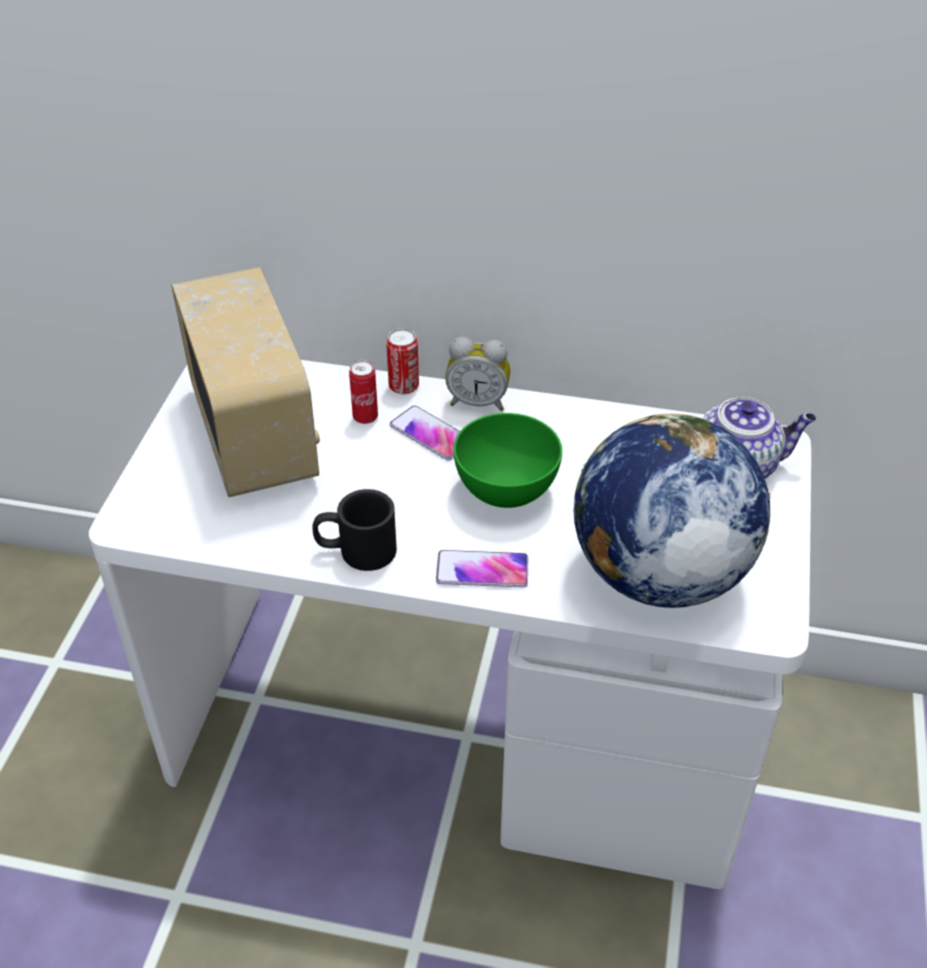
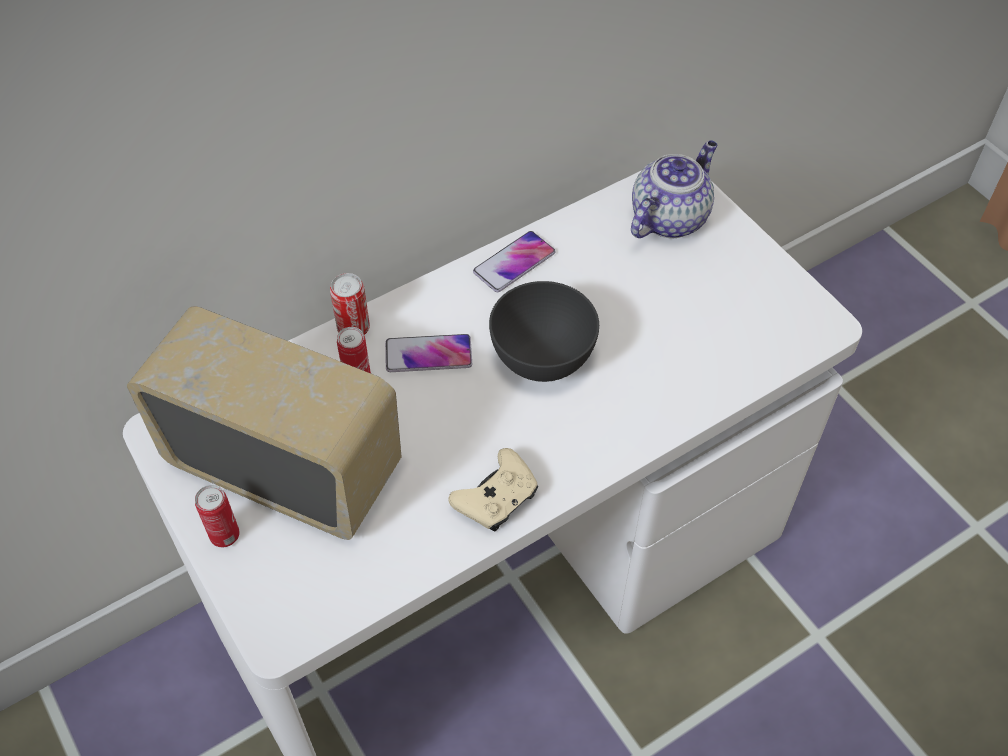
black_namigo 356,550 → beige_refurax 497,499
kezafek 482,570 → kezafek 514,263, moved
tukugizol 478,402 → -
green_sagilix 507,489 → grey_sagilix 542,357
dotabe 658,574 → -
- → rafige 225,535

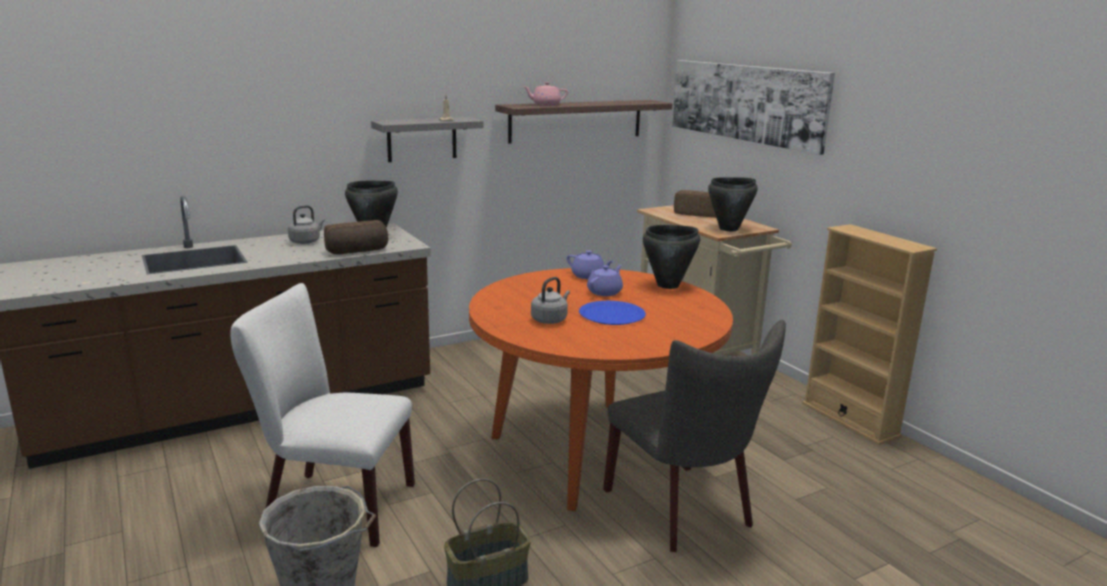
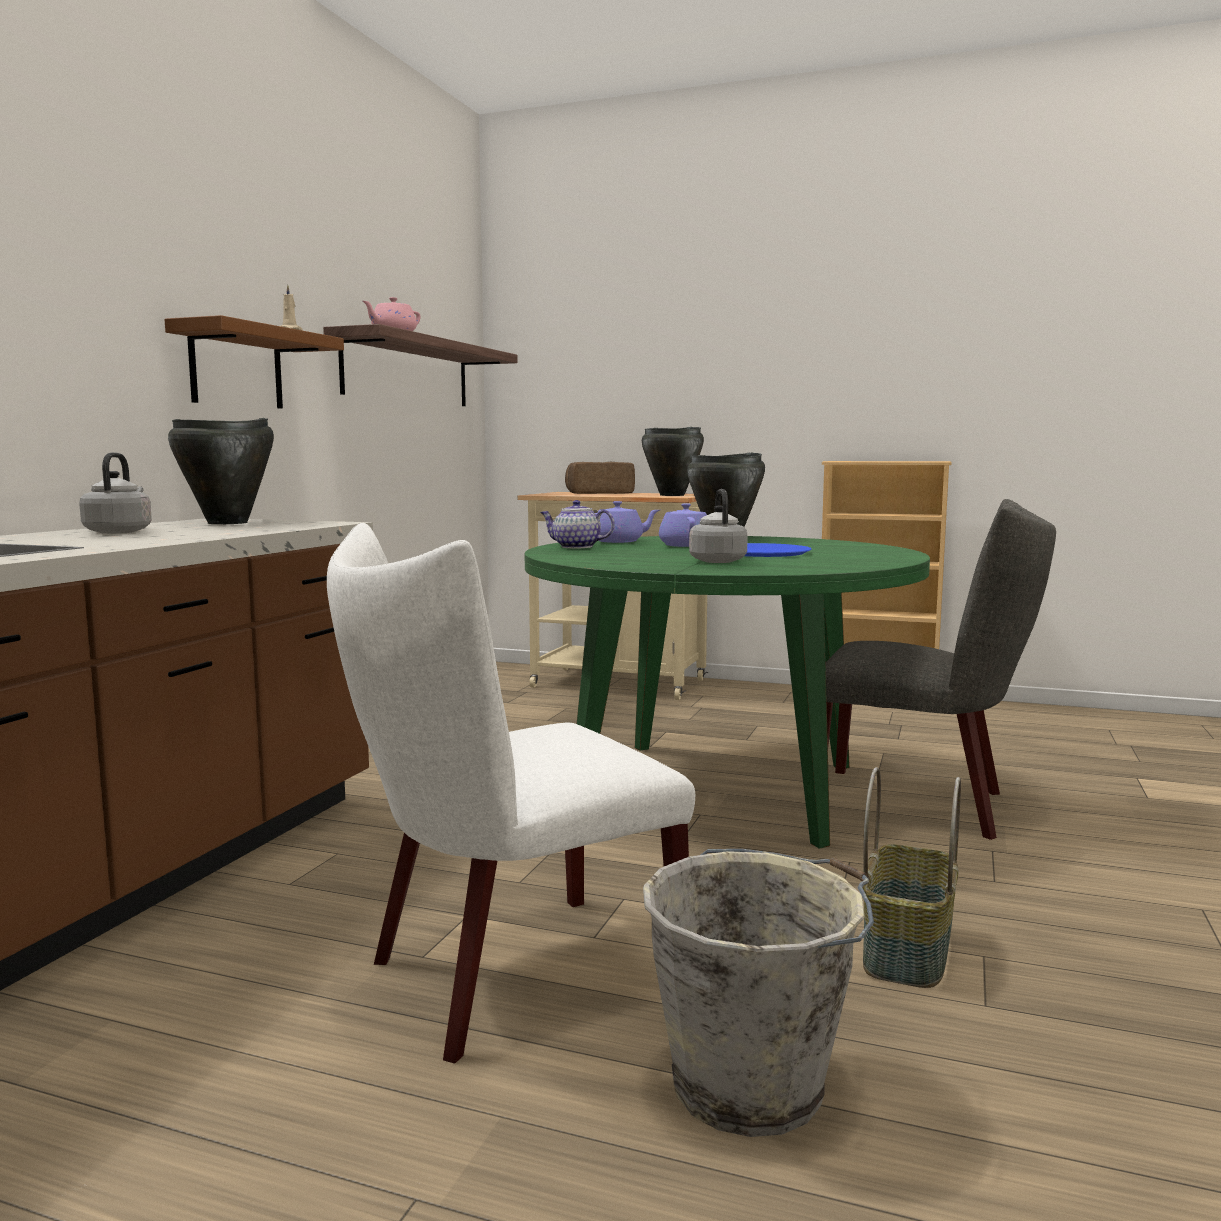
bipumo 357,251 → -
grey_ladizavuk 422,139 → brown_ladizavuk 236,368
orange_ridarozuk 593,451 → green_ridarozuk 718,790
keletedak 745,102 → -
- → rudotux 575,547

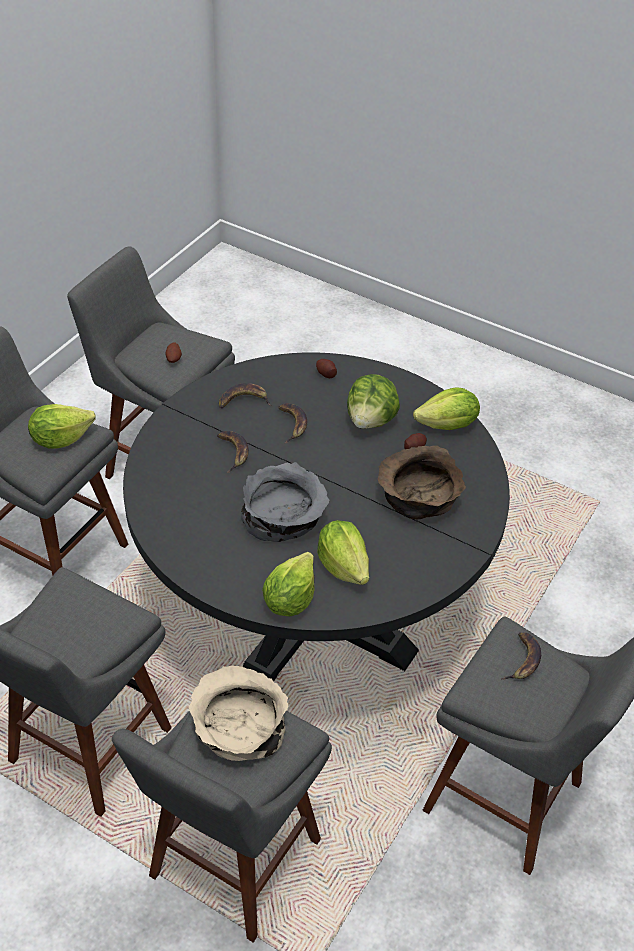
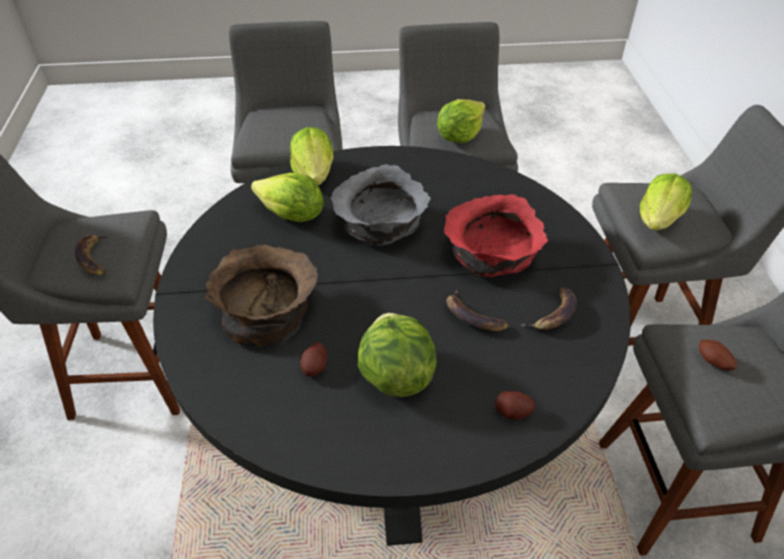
beige_sagilix 237,728 → -
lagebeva 233,452 → red_sagilix 491,255
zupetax 448,425 → zupetax 459,136, moved

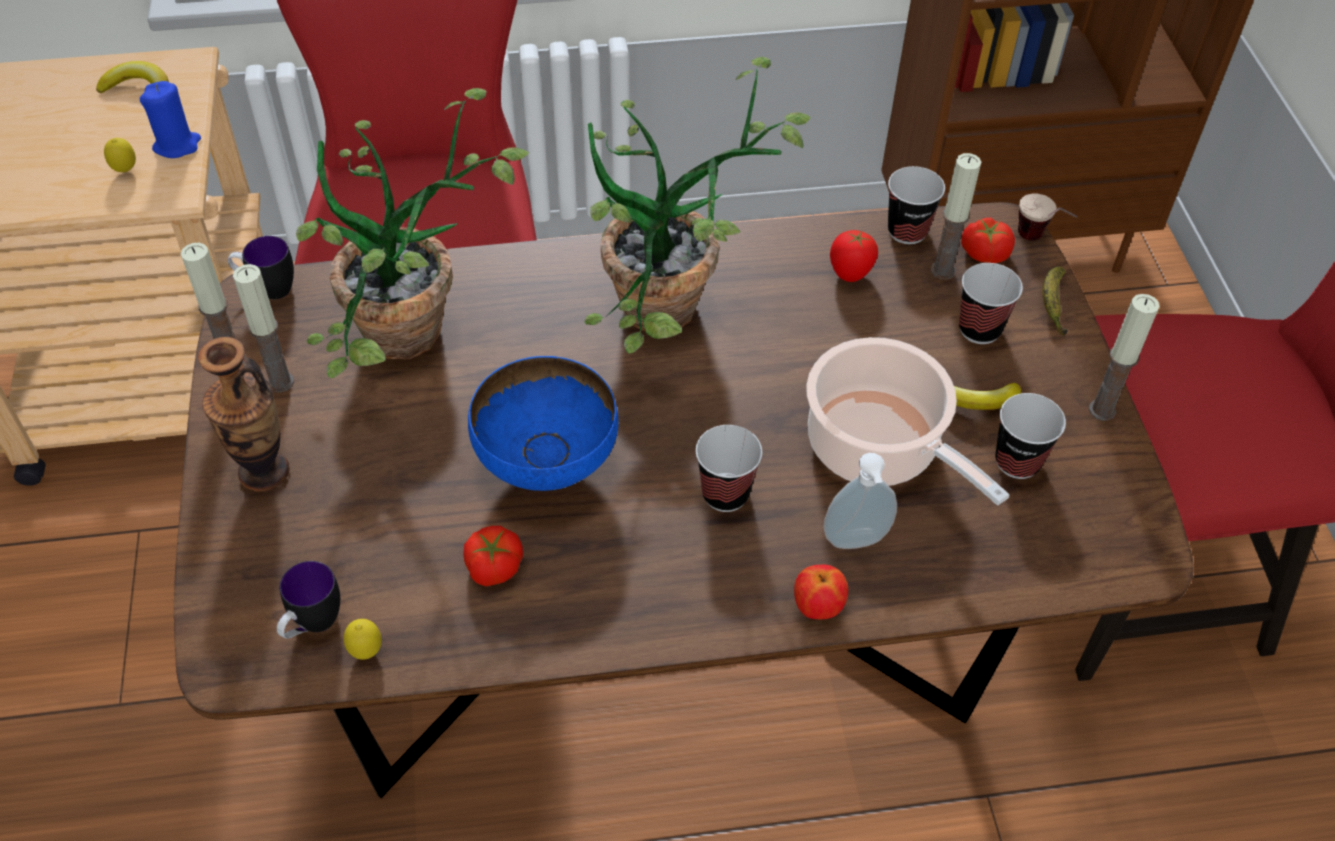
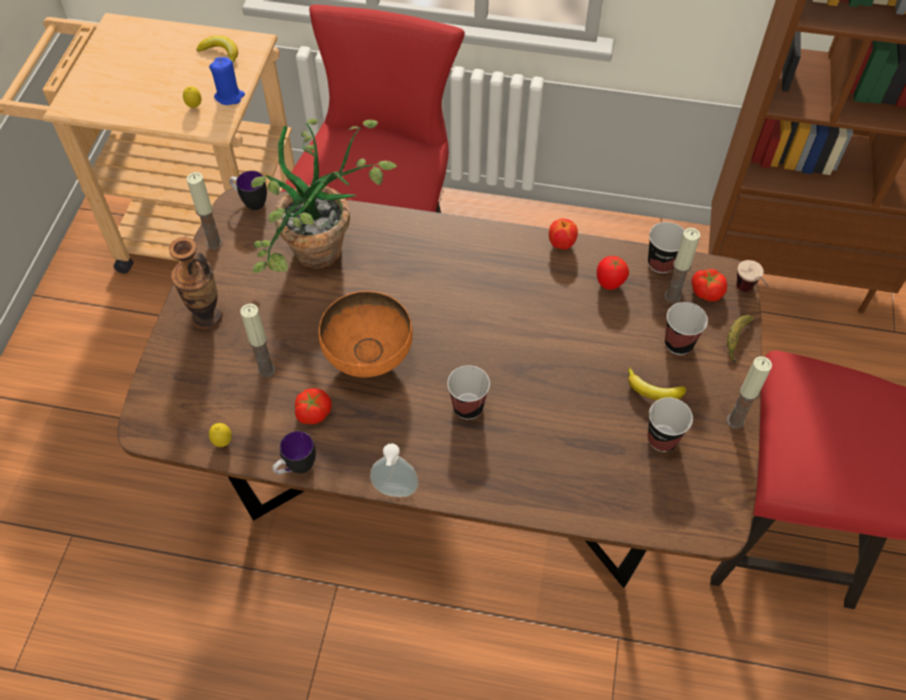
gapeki 280,382 → gapeki 266,370, moved
namigo 312,626 → namigo 296,468, moved
blue_sagilix 546,466 → orange_sagilix 368,359
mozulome 672,320 → -
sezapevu 817,608 → sezapevu 561,244, moved
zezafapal 878,449 → -
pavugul 856,543 → pavugul 395,492, moved

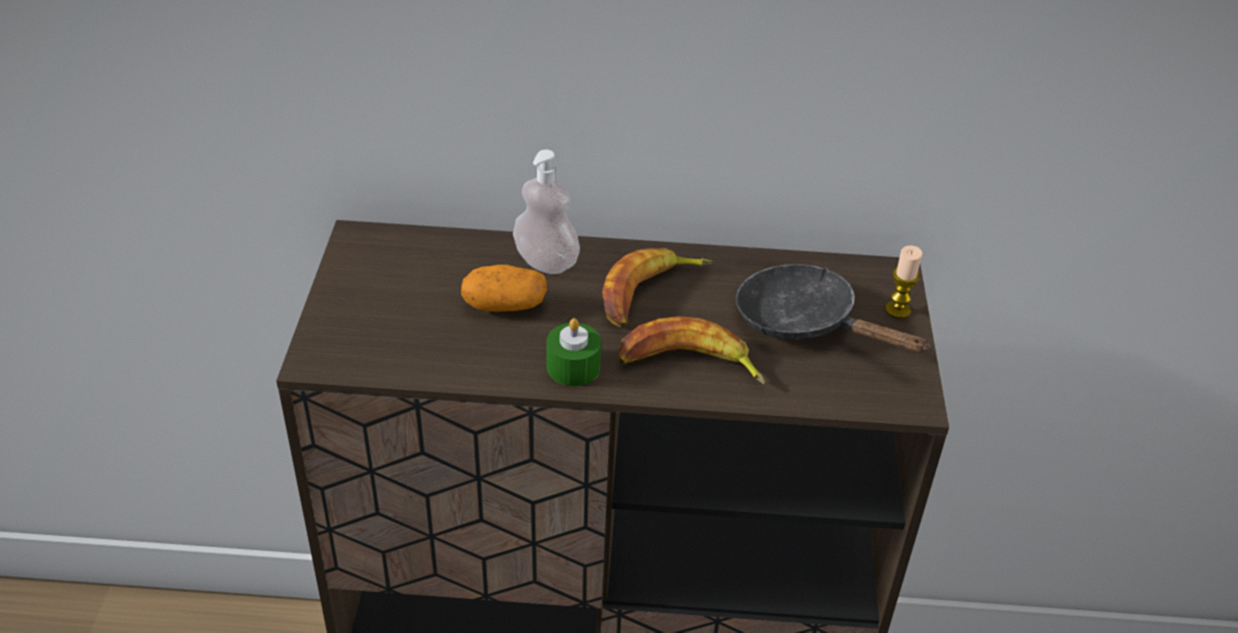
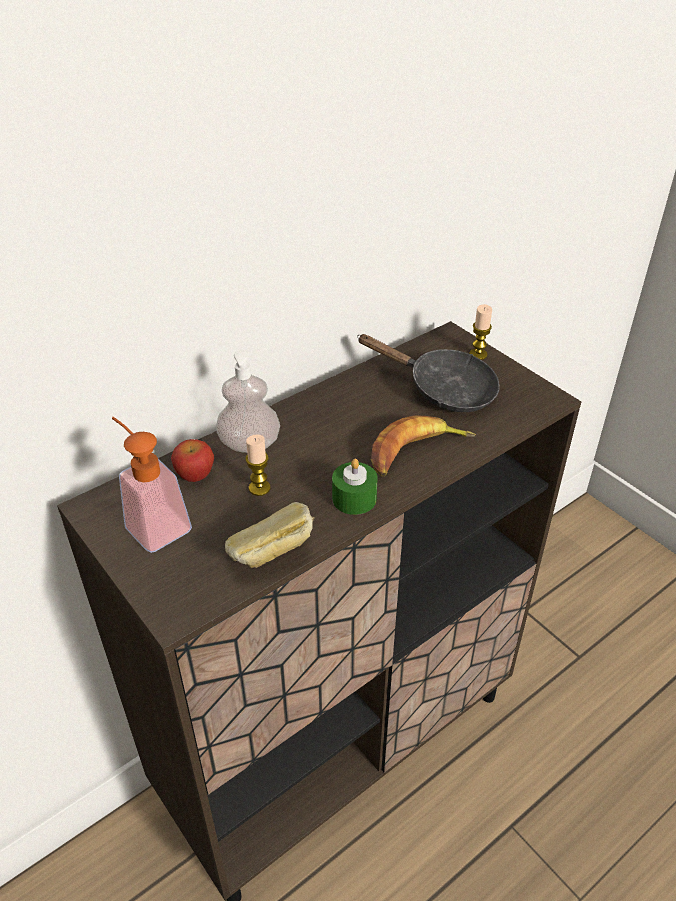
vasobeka 504,305 → gapeki 259,488
lagebeva 649,294 → -
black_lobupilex 805,322 → black_lobupilex 443,389, 150 degrees counterclockwise
- → pavugul 152,523
- → sezapevu 195,475
- → bipumo 272,557

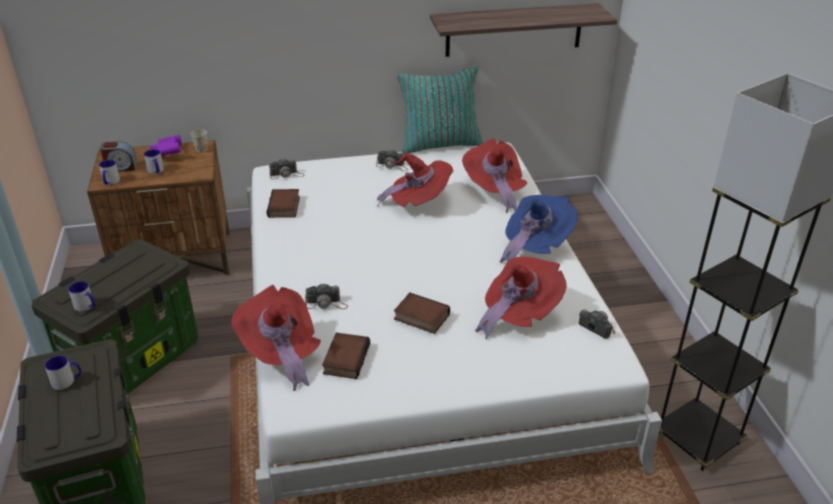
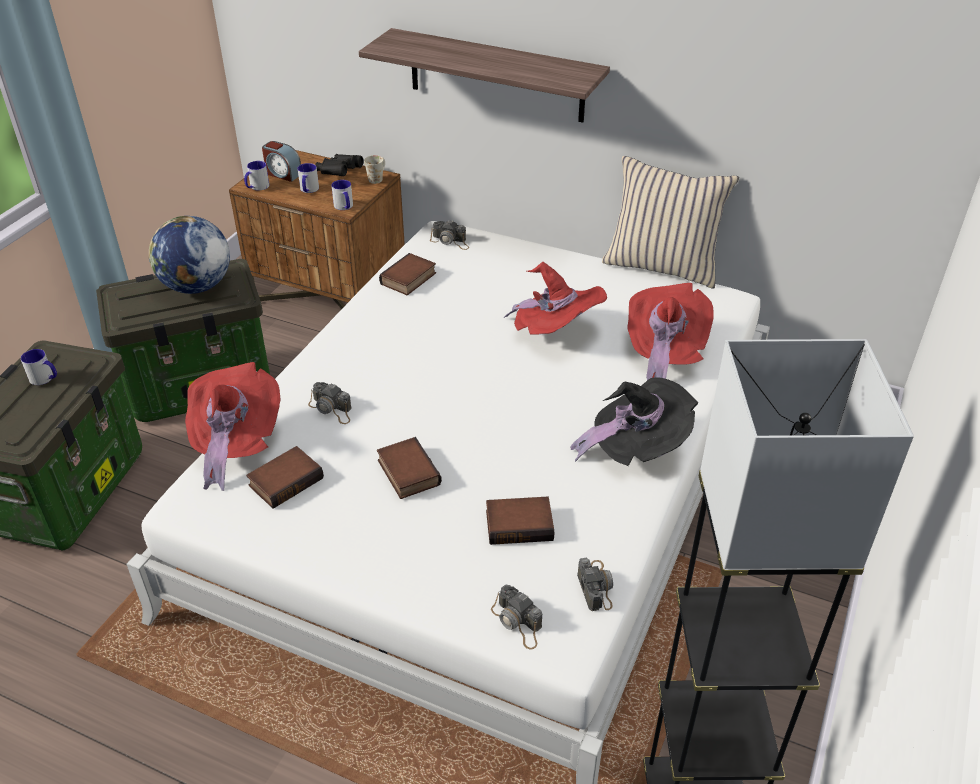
namigo 86,306 → namigo 344,207, moved
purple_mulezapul 167,153 → black_mulezapul 339,173
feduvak 392,166 → feduvak 518,622, moved
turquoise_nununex 439,144 → beige_nununex 662,266
ladizavuk 514,30 → ladizavuk 496,76, moved
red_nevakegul 518,314 → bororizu 520,524
blue_nevakegul 535,246 → black_nevakegul 636,447
- → dotabe 196,287

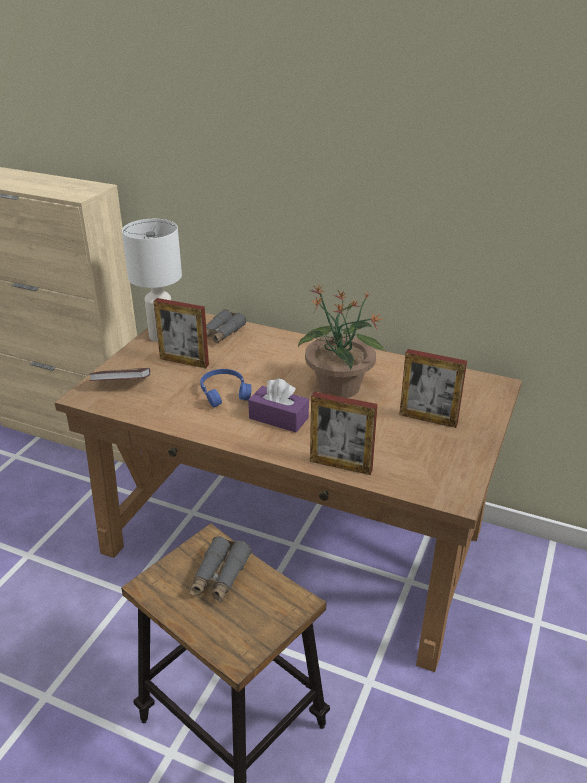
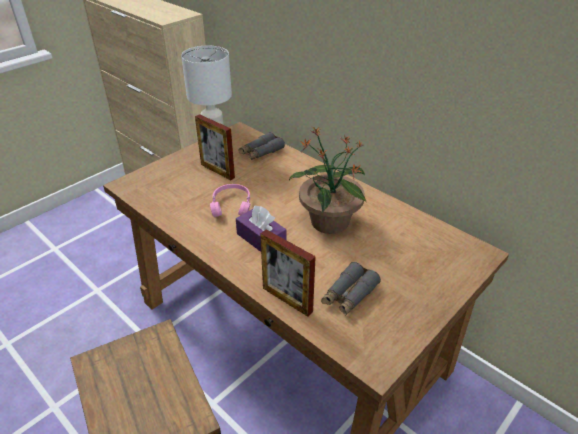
bororizu 121,384 → -
grey_mulezapul 219,577 → grey_mulezapul 349,295, moved
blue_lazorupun 225,392 → pink_lazorupun 232,205
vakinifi 428,419 → -

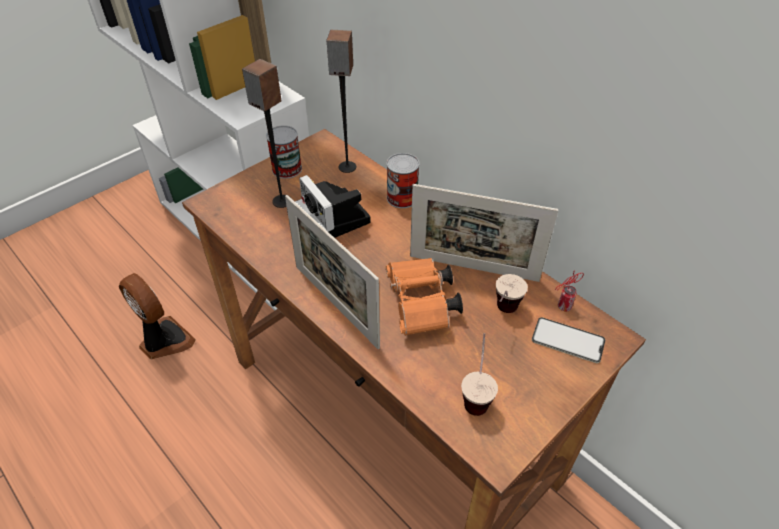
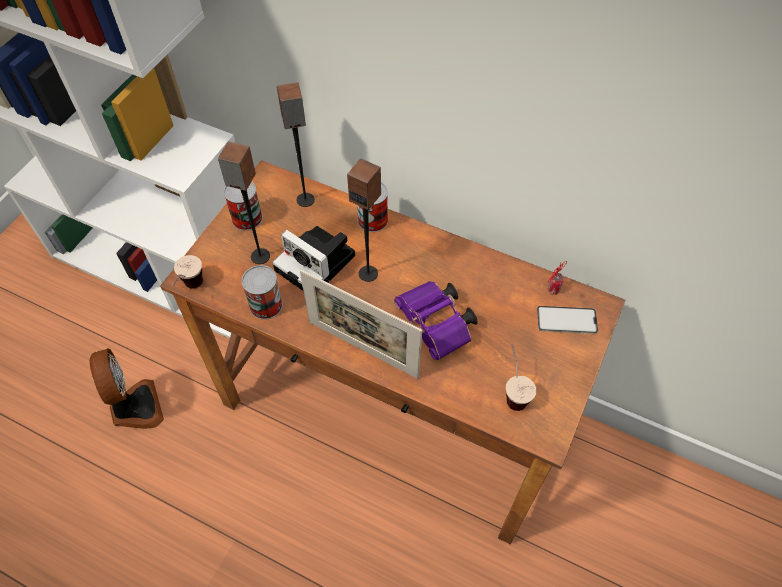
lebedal 164,341 → lebedal 135,408, 45 degrees clockwise
orange_mulezapul 421,306 → purple_mulezapul 437,326
vakinifi 473,268 → -
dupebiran 503,314 → dupebiran 191,290, moved
- → rafige 266,305
- → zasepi 368,273

